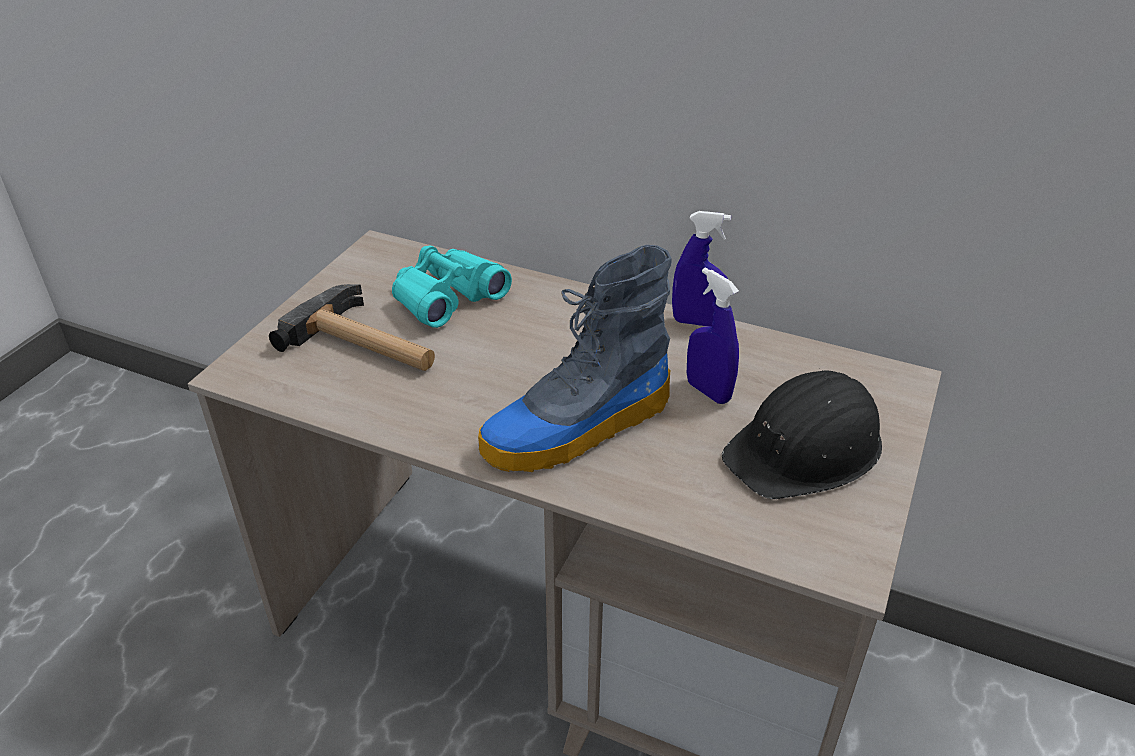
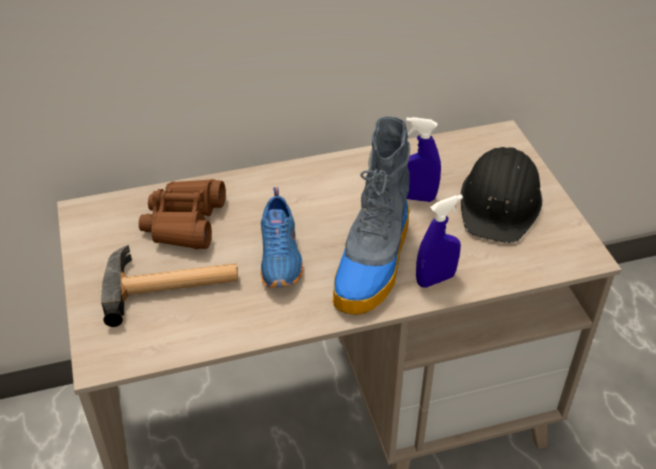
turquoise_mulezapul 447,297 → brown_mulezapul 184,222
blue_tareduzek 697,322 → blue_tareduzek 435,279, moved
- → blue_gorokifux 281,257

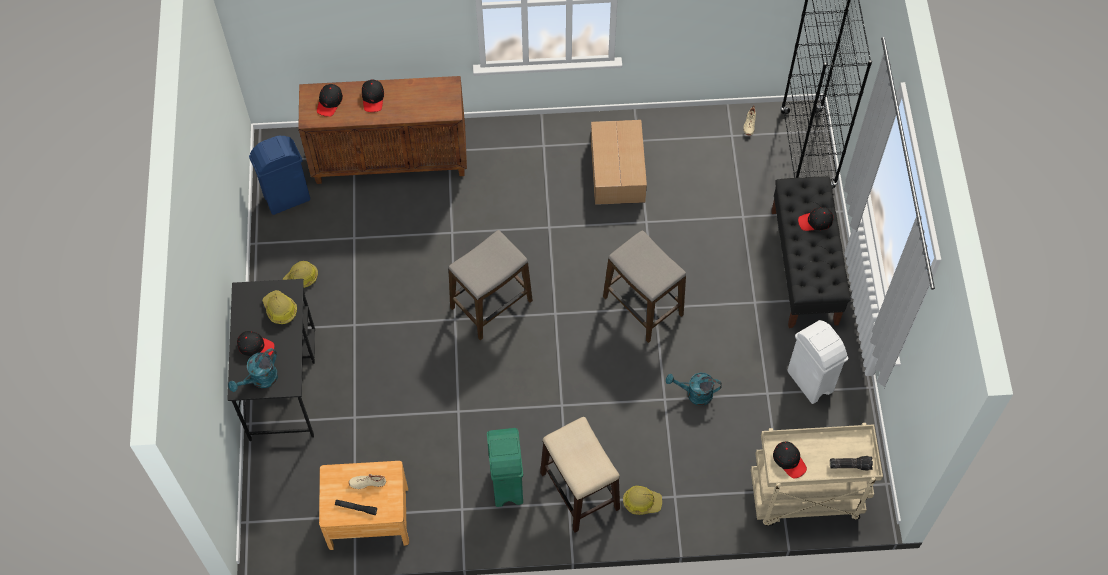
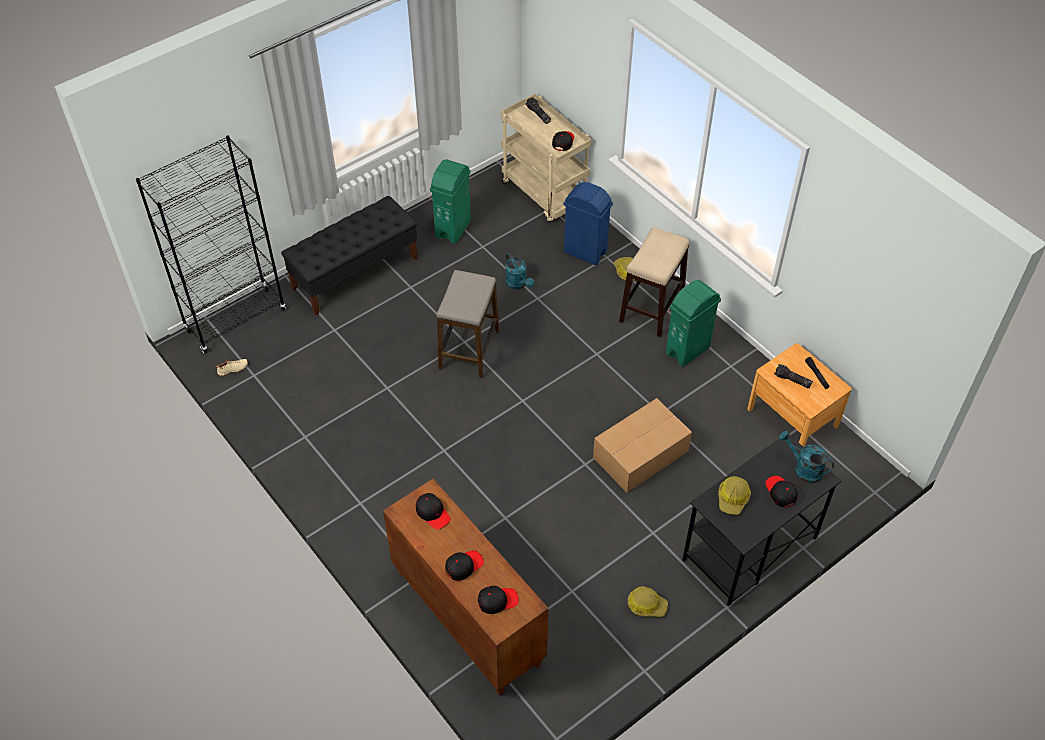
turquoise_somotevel 260,380 → turquoise_somotevel 803,468, 150 degrees counterclockwise
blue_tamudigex 288,198 → blue_tamudigex 585,252, moved
beige_gorokifux 367,482 → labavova 792,380
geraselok 491,304 → -
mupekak 618,169 → mupekak 639,455, moved
white_tamudigex 810,382 → green_tamudigex 453,229
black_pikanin 815,221 → black_pikanin 433,513, moved

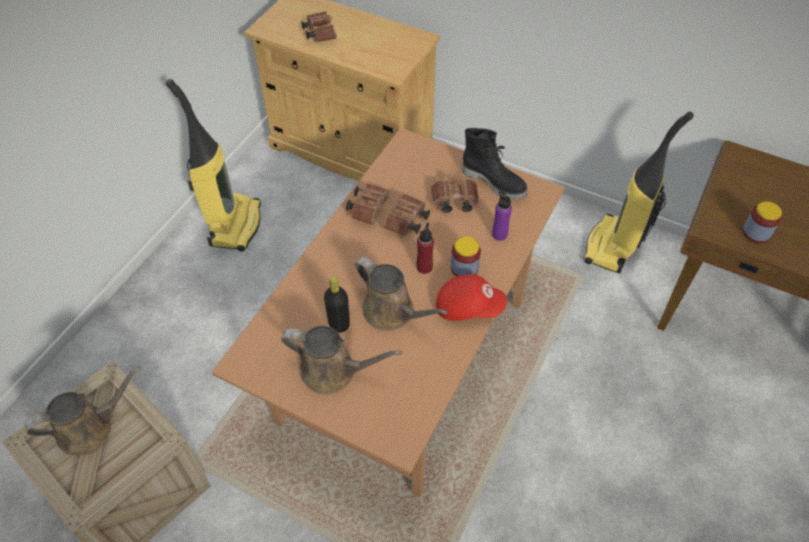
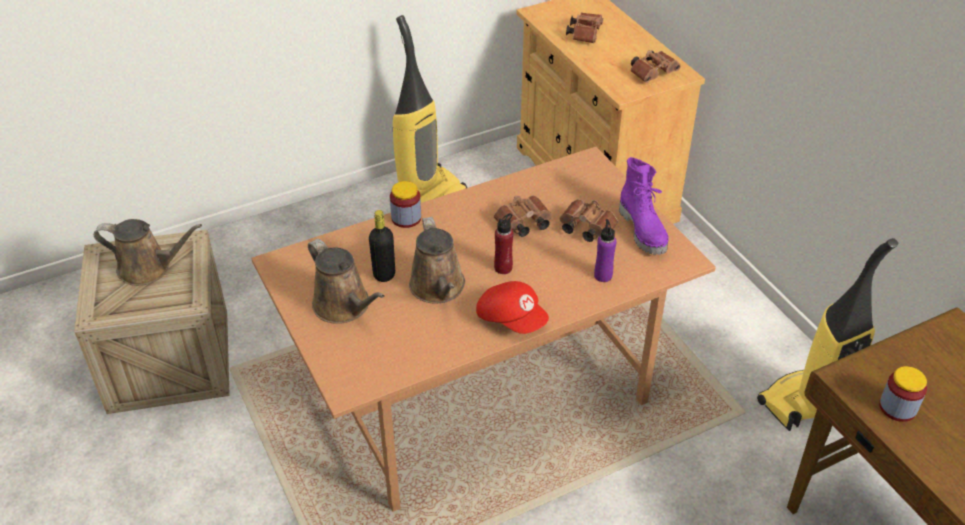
brown_mulezapul 369,208 → brown_mulezapul 653,73, moved
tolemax 464,268 → tolemax 406,218, moved
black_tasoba 494,182 → purple_tasoba 643,230

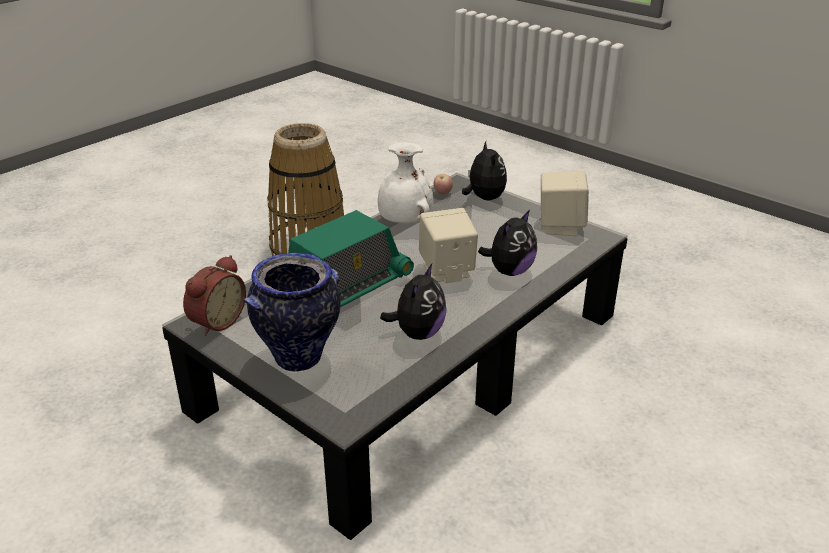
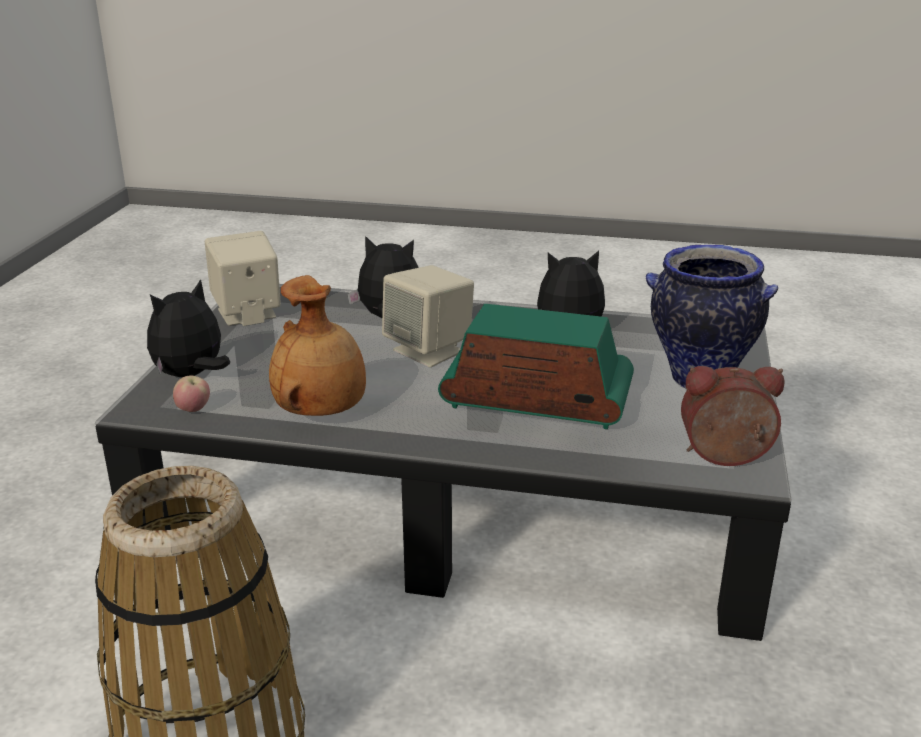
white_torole 404,222 → brown_torole 322,412

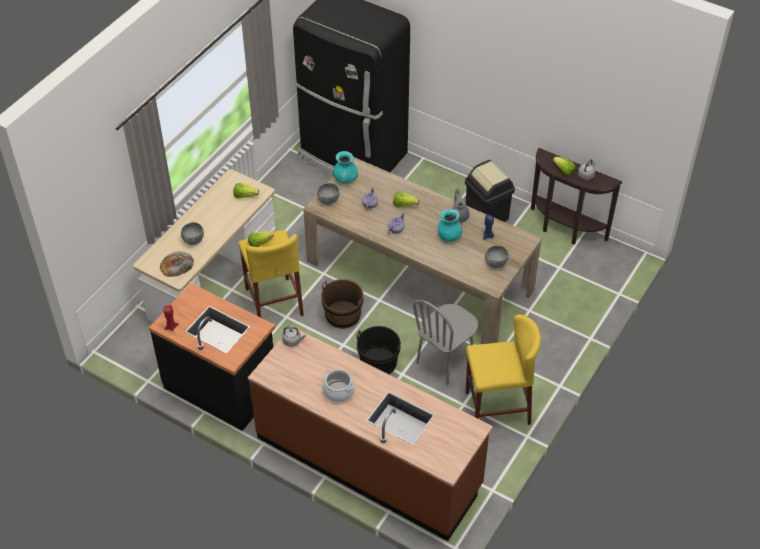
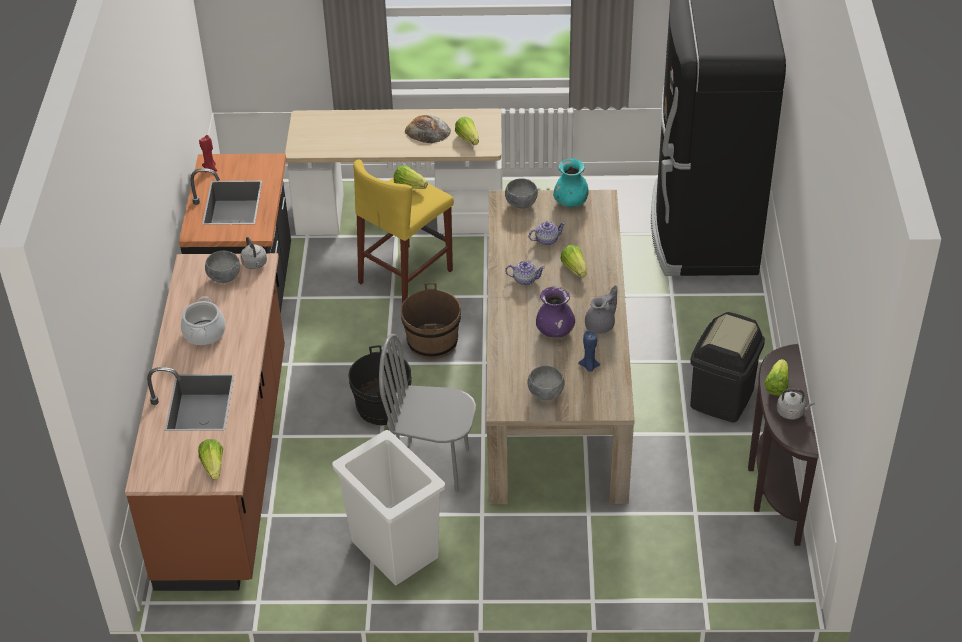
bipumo 176,264 → bipumo 427,131, moved
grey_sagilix 193,240 → grey_sagilix 224,278, moved
turquoise_torole 449,236 → purple_torole 555,331
yellow_geraselok 497,408 → white_tamudigex 394,550
- → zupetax 213,466

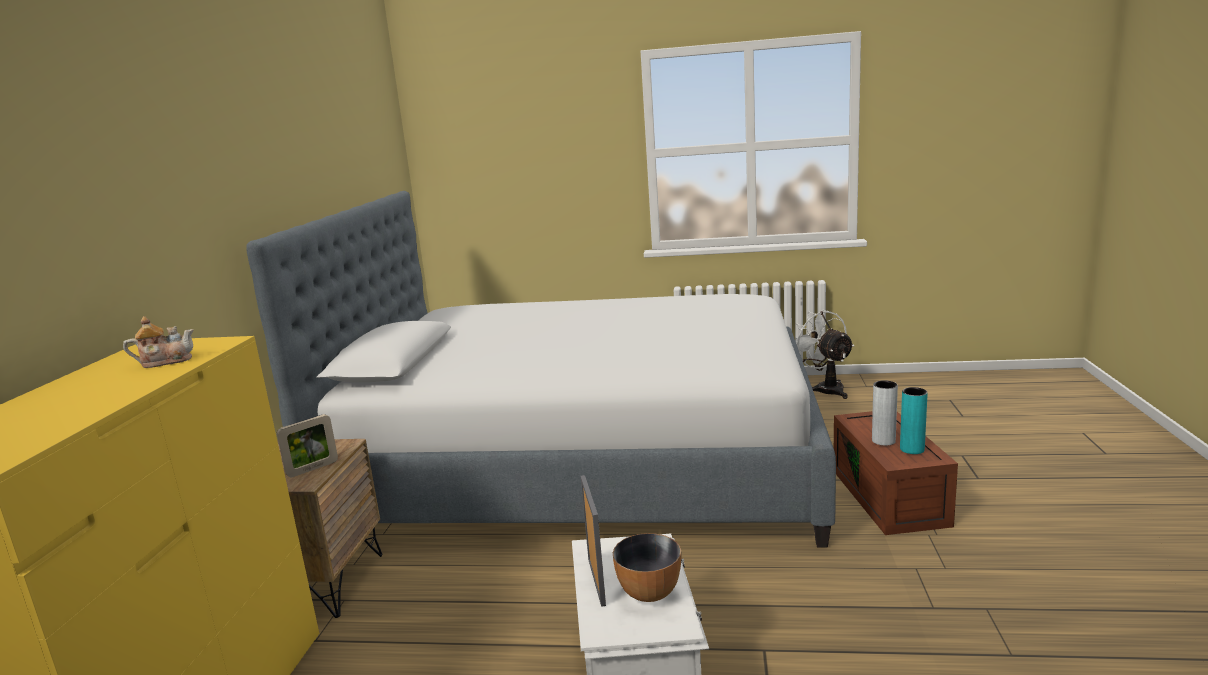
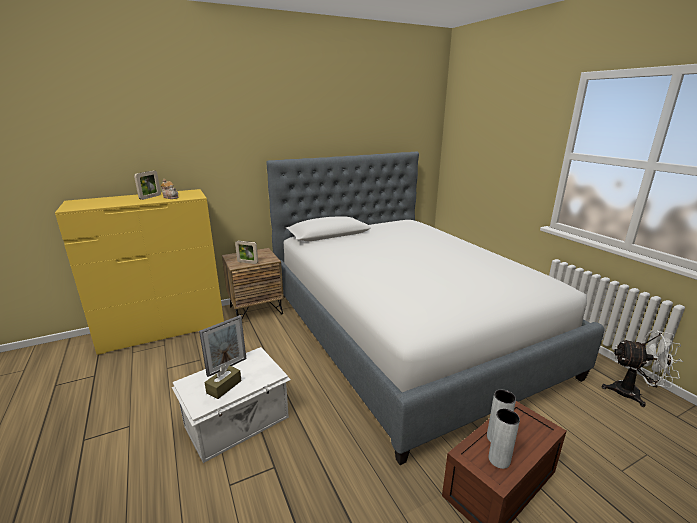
sagilix 649,592 → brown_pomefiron 224,387
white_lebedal 825,389 → white_lebedal 633,393, 75 degrees clockwise
turquoise_torole 912,449 → grey_torole 499,460
- → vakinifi 150,197

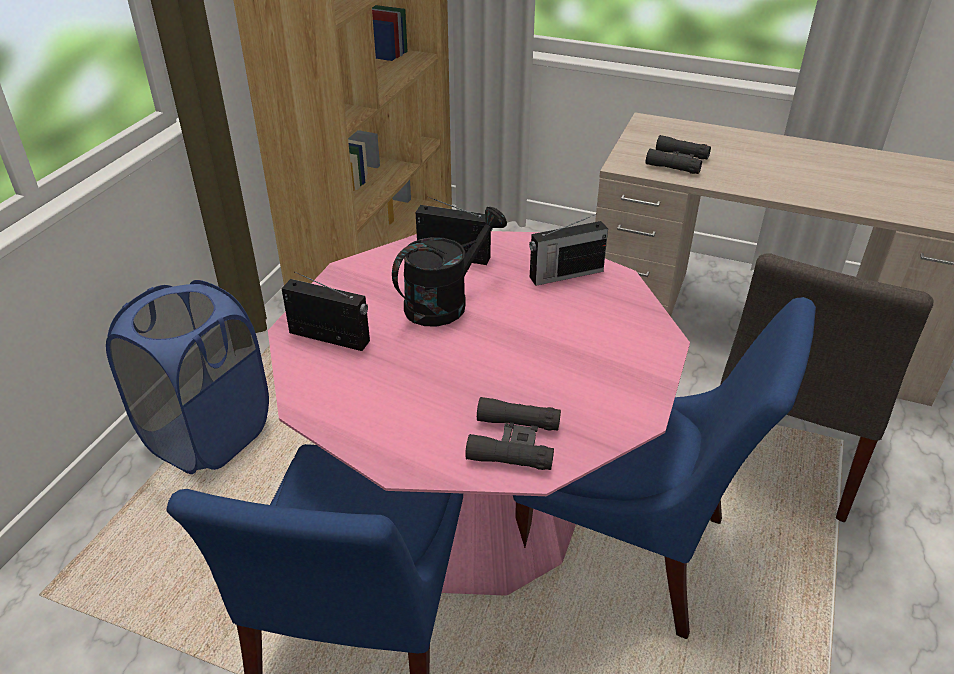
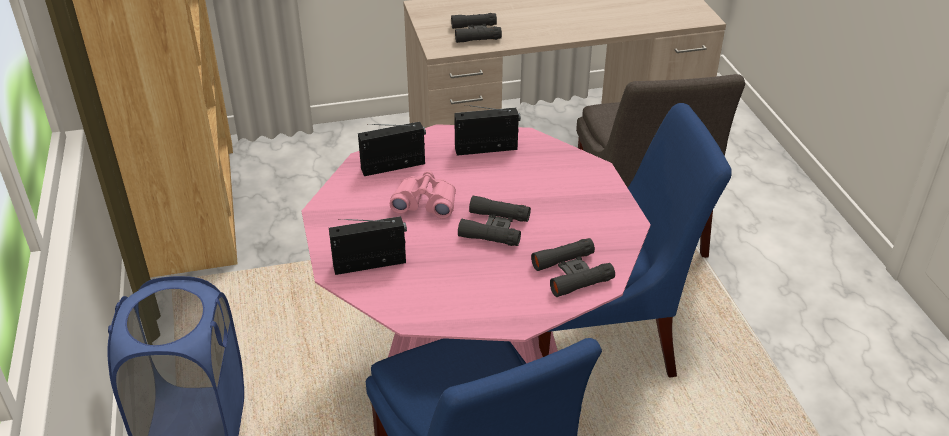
black_somotevel 445,302 → pink_mulezapul 425,203
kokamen 564,274 → kokamen 487,149, 135 degrees counterclockwise
- → black_mulezapul 494,227

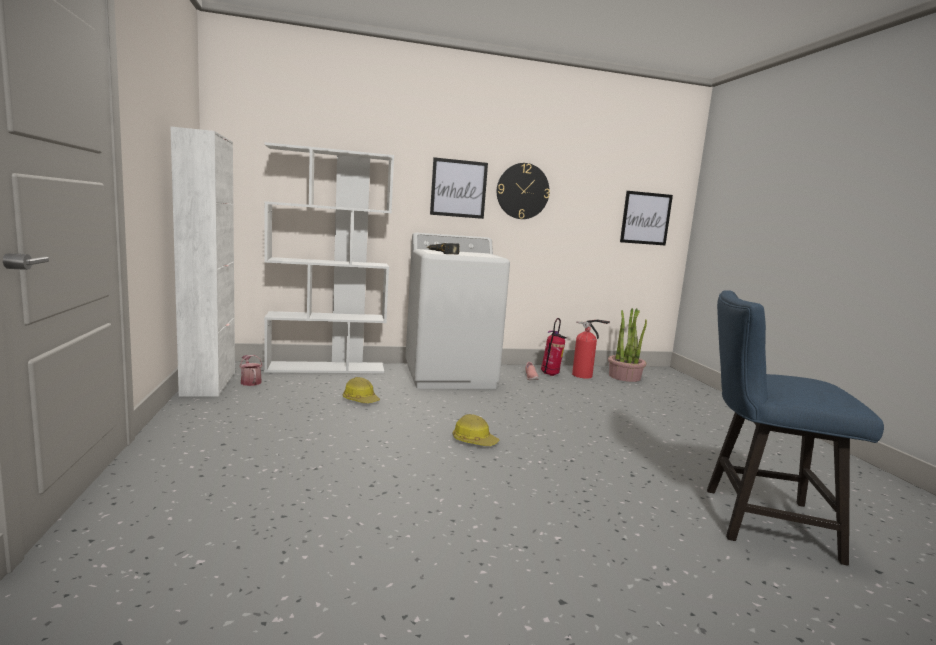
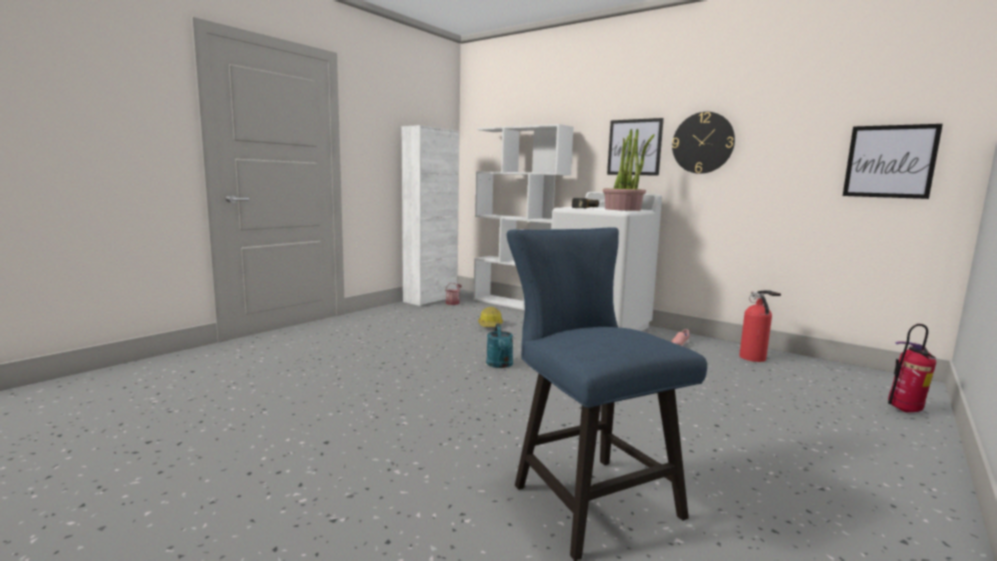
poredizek 474,441 → turquoise_somotevel 500,365
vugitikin 550,375 → vugitikin 904,410, moved
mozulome 624,377 → mozulome 623,209, moved

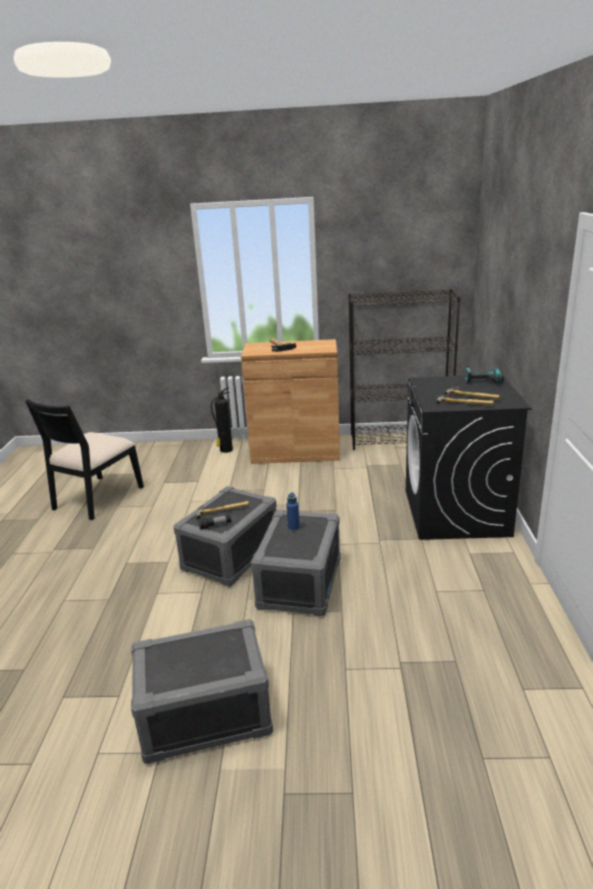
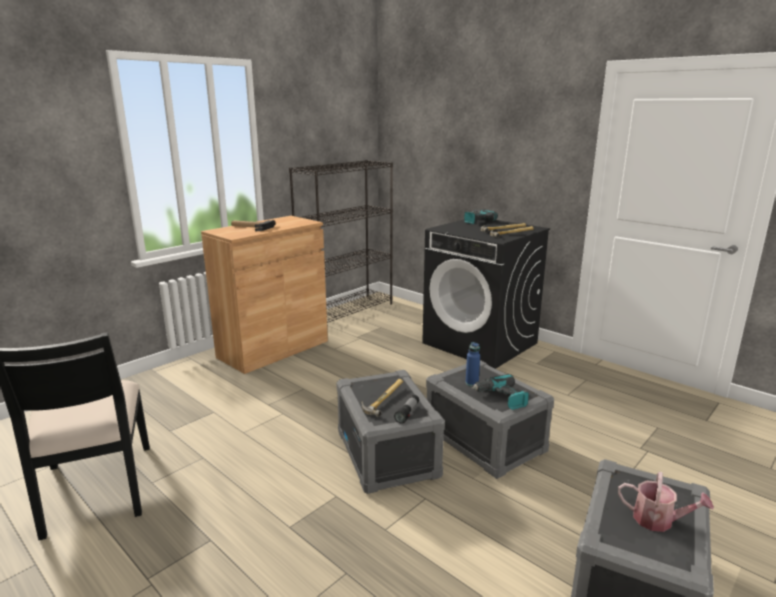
vugitikin 225,450 → -
- → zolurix 501,398
- → somotevel 658,520

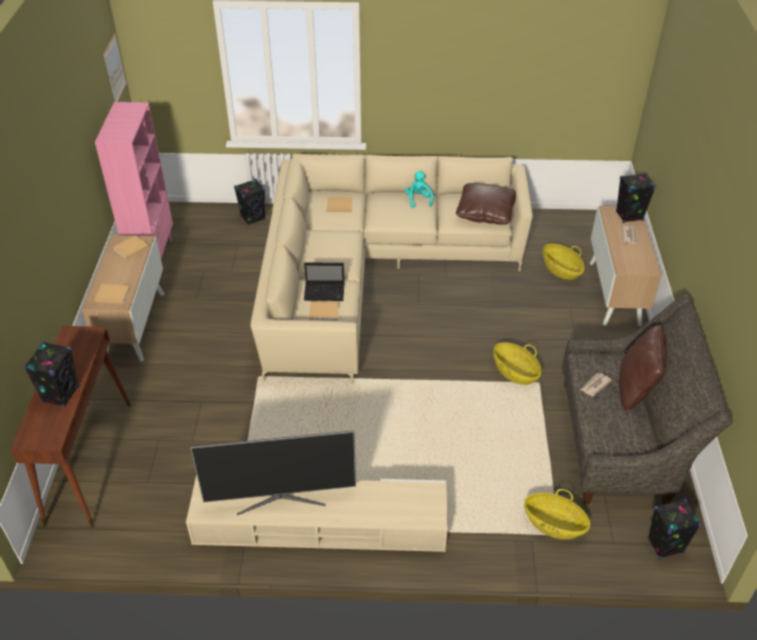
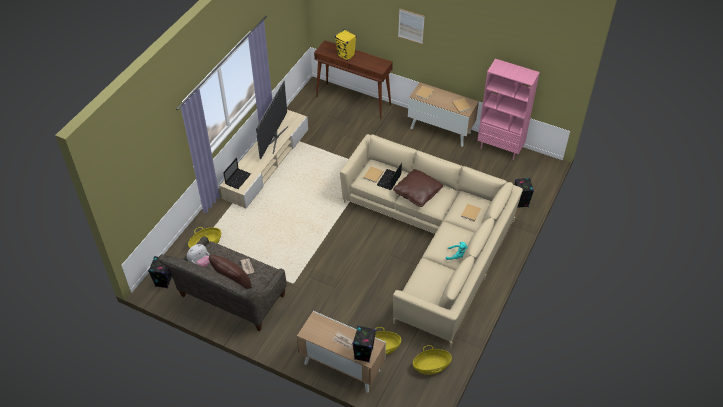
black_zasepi 61,394 → yellow_zasepi 346,56
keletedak 114,69 → keletedak 411,26, moved
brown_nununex 485,212 → brown_nununex 417,193, moved
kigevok 515,372 → kigevok 431,366, moved
- → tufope 200,263
- → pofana 238,178

